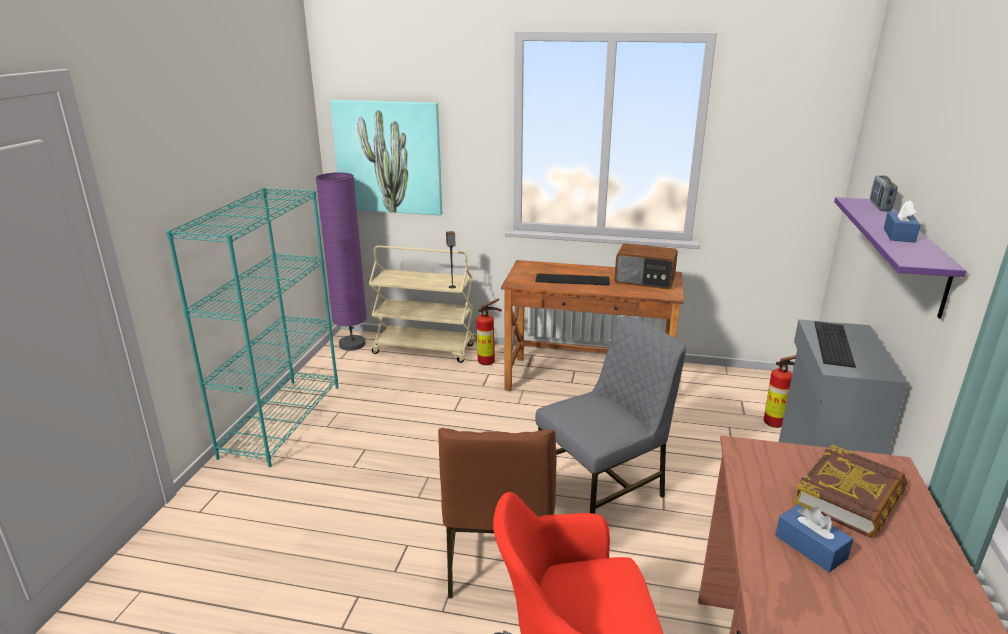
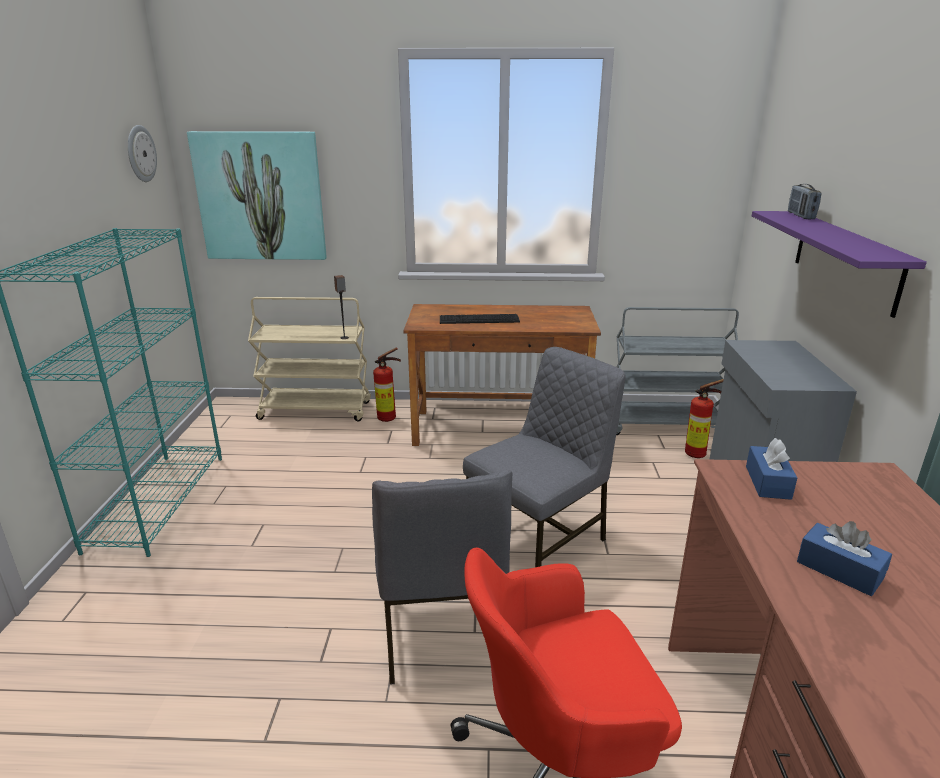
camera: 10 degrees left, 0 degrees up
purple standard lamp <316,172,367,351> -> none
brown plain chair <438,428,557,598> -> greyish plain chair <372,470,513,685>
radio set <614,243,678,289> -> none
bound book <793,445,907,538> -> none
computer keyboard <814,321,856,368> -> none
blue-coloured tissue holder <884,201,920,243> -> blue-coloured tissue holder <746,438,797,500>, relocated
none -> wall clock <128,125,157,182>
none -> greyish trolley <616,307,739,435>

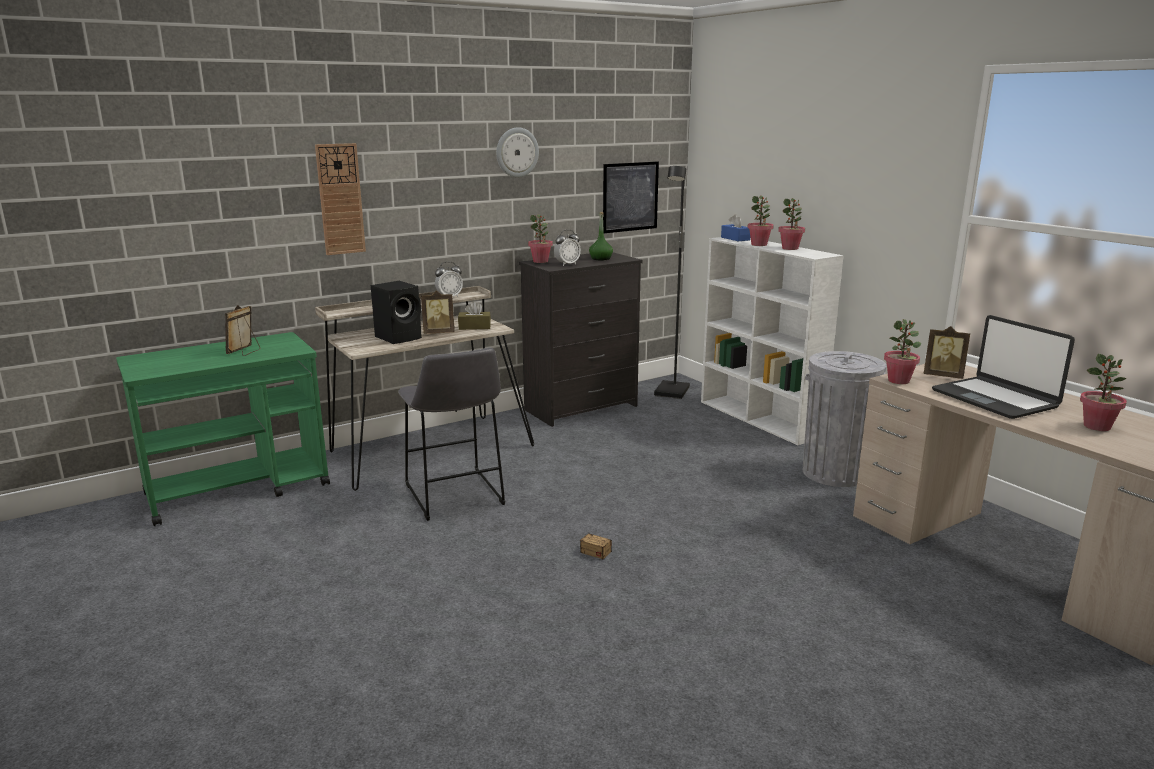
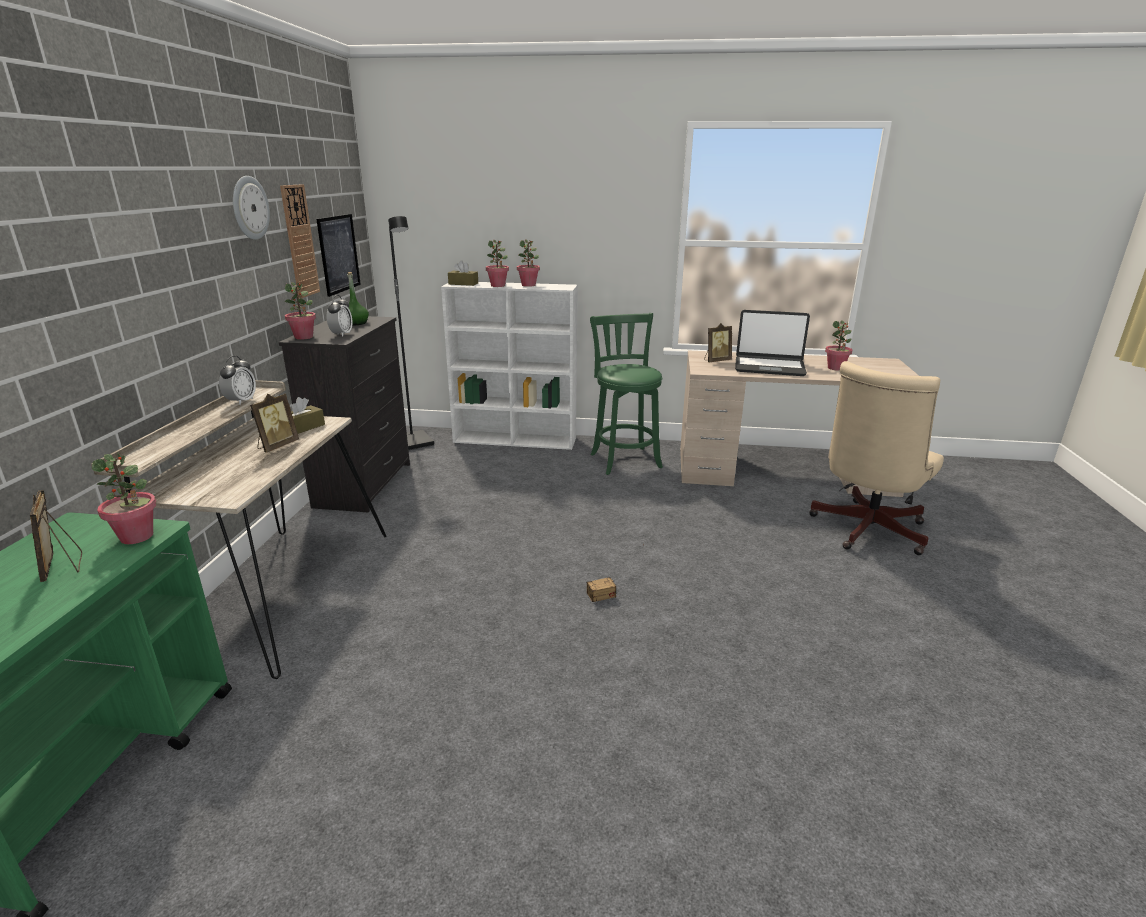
camera: 50 degrees left, 5 degrees up
wall clock <315,143,366,255> -> wall clock <280,184,320,298>, relocated
black-coloured speaker <371,281,422,344> -> none
greyish stool <398,348,506,521> -> none
blue-coloured tissue holder <721,214,750,241> -> brown tissue holder <448,260,478,286>
greyish waste bin <803,351,886,487> -> greenish stool <590,313,663,475>
plant in a pot <884,319,921,384> -> plant in a pot <92,452,157,544>, relocated
none -> beige-coloured computer chair <809,361,944,555>

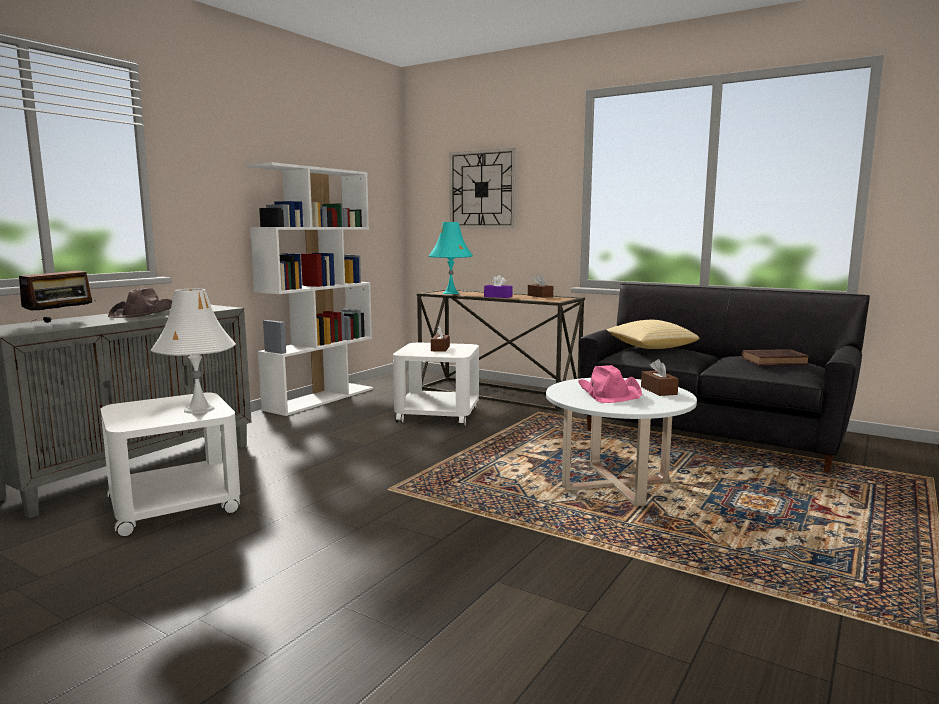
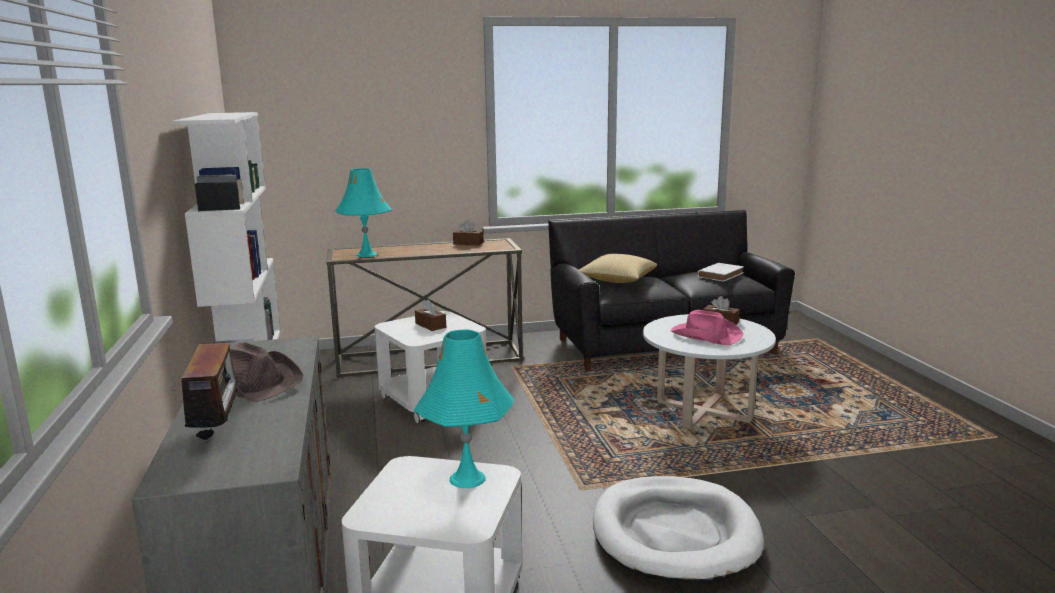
camera: 45 degrees left, 5 degrees up
white tabletop lamp <150,288,236,414> -> blue-green tabletop lamp <414,330,514,488>
wall clock <449,148,516,228> -> none
purple tissue holder <484,275,513,298> -> none
brown bound book <742,349,810,365> -> white bound book <697,263,744,282>
none -> white dog bed <593,476,764,584>

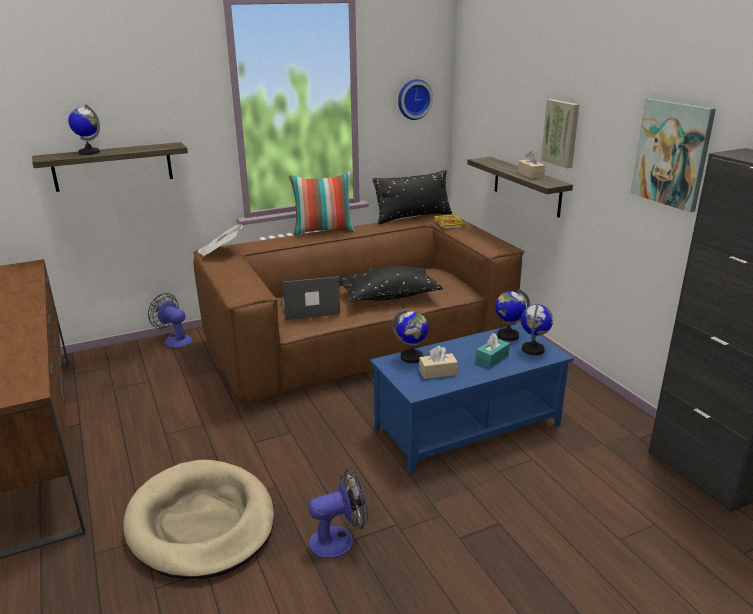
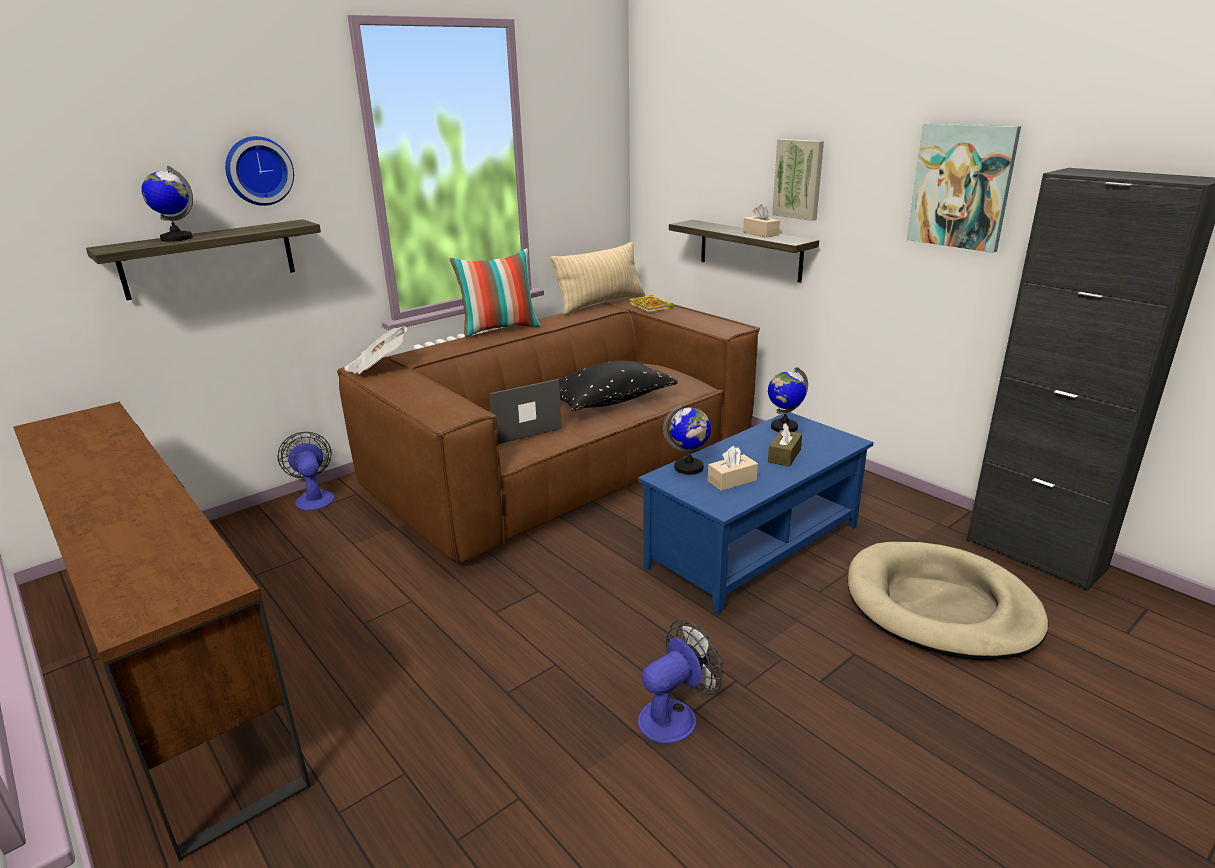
camera: 15 degrees left, 0 degrees up
beige-coloured dog bed <123,460,275,579> -> beige-coloured dog bed <848,542,1049,660>, relocated
cooling fan <148,293,192,348> -> cooling fan <277,432,334,510>, 45 degrees clockwise
black-coloured pillow <373,170,452,224> -> beige-coloured pillow <550,242,645,315>
wall clock <398,79,433,120> -> wall clock <225,136,294,206>, relocated
blue-green tissue holder <476,333,510,368> -> brown tissue holder <768,423,802,467>
globe <521,304,553,355> -> none

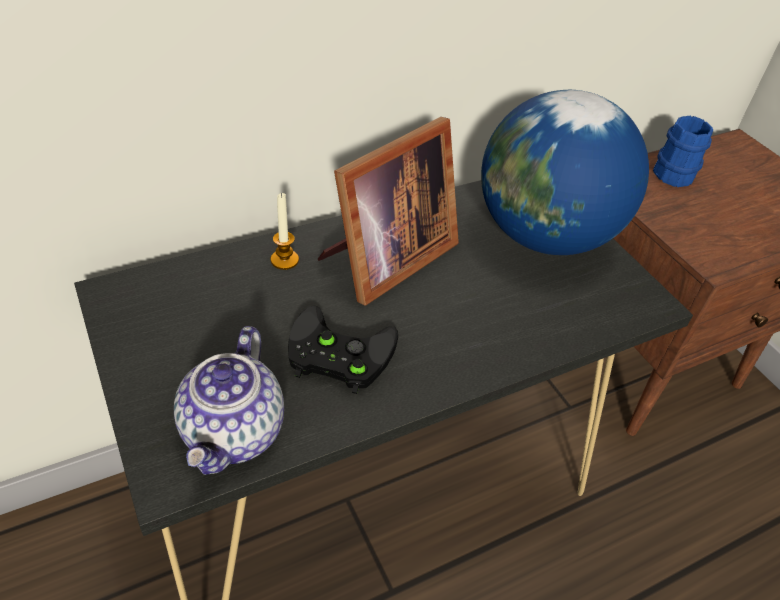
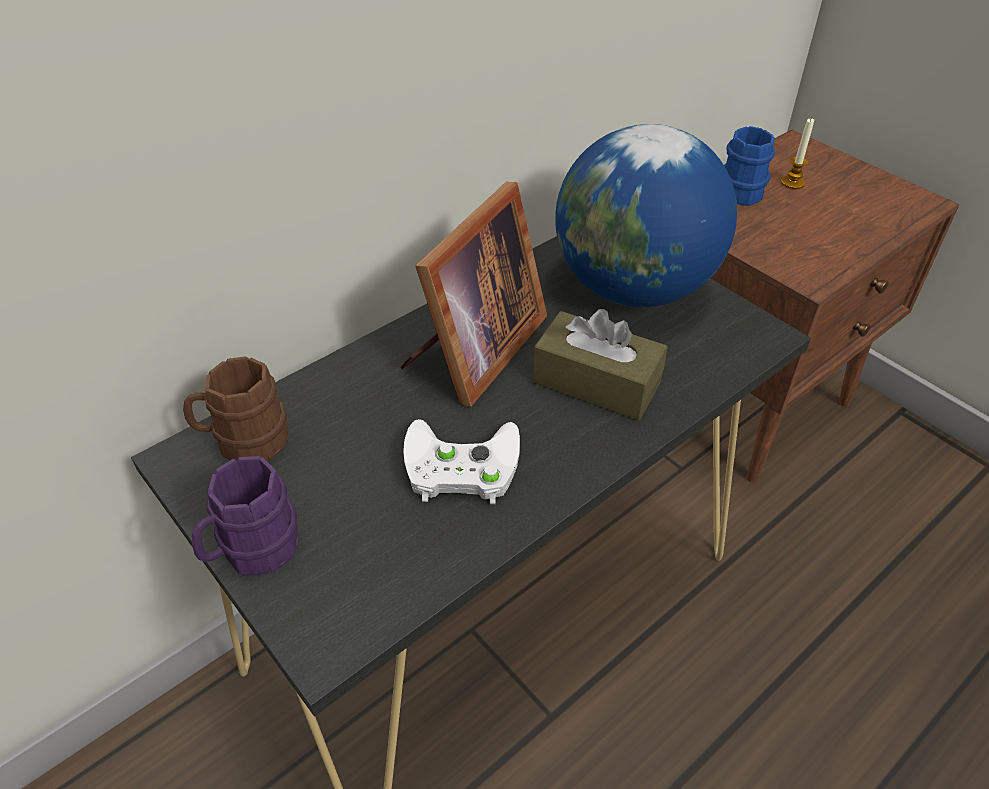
camera: 10 degrees left, 0 degrees up
tea pot <174,326,284,475> -> none
wax light <271,193,299,270> -> wax light <781,117,814,189>, relocated
black-coloured gamepad <288,306,398,394> -> white gamepad <403,419,520,504>
none -> brown mug <183,356,288,461>
none -> purple mug <192,456,298,576>
none -> brown tissue holder <533,309,668,420>

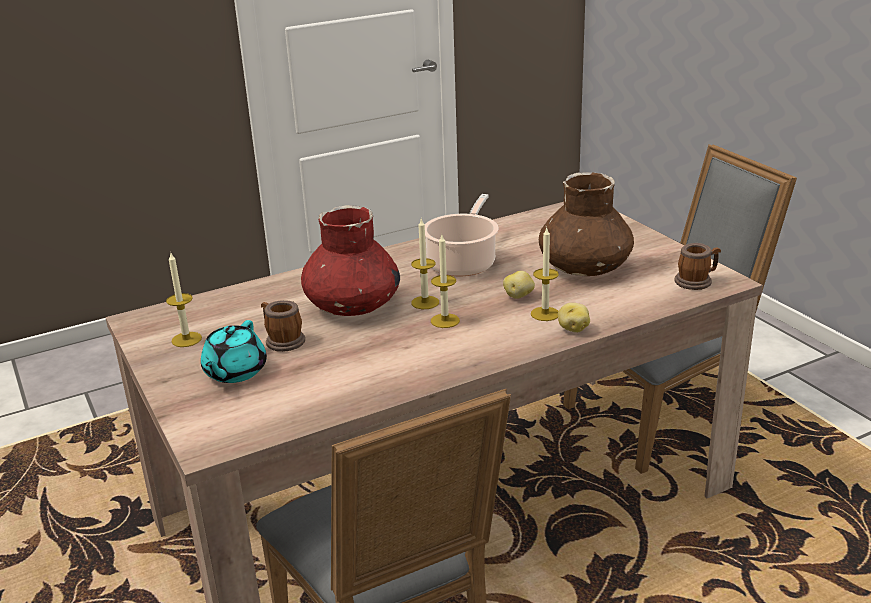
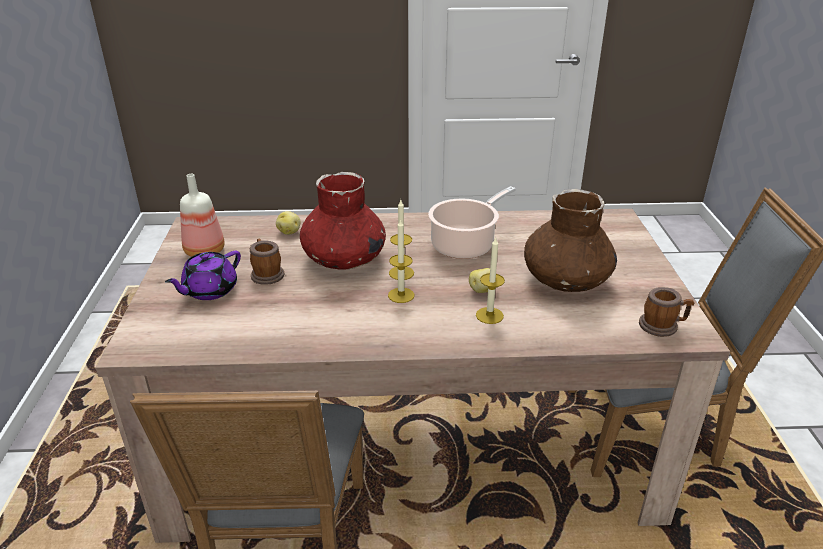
camera: 25 degrees right, 5 degrees up
wax light <166,253,202,347> -> beverage bottle <180,174,225,257>
blue-green tea pot <201,320,267,383> -> purple tea pot <165,251,241,300>
whole potato <558,303,590,333> -> whole potato <276,211,301,235>, relocated

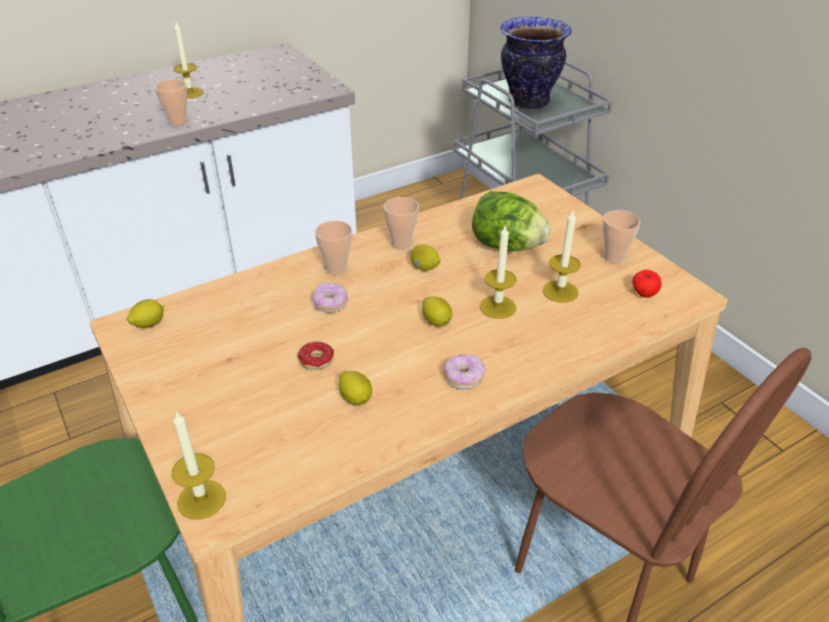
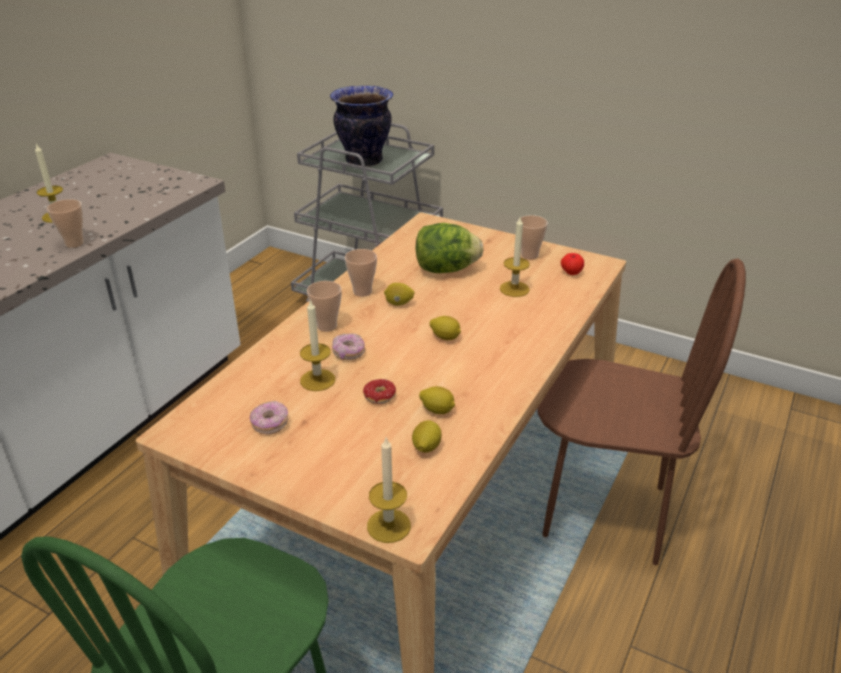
camera: 30 degrees left, 5 degrees down
citrus fruit <127,299,164,328> -> citrus fruit <412,420,441,452>, relocated
doughnut <444,354,485,390> -> doughnut <250,401,288,435>, relocated
wax light <480,224,516,319> -> wax light <300,299,335,391>, relocated

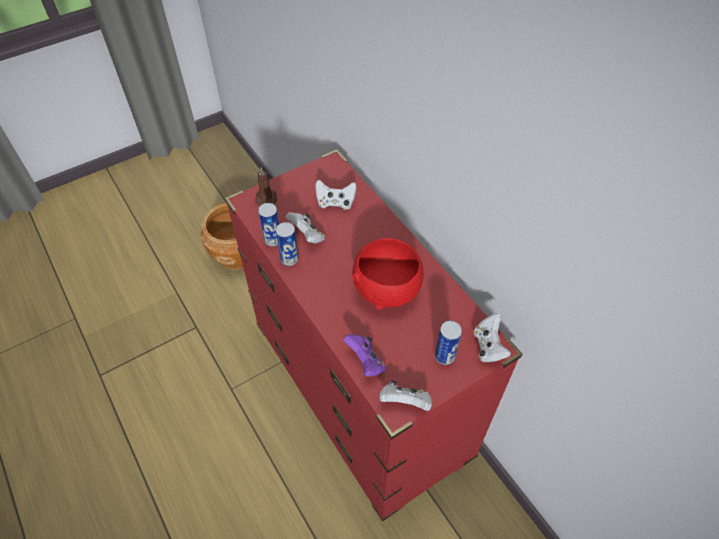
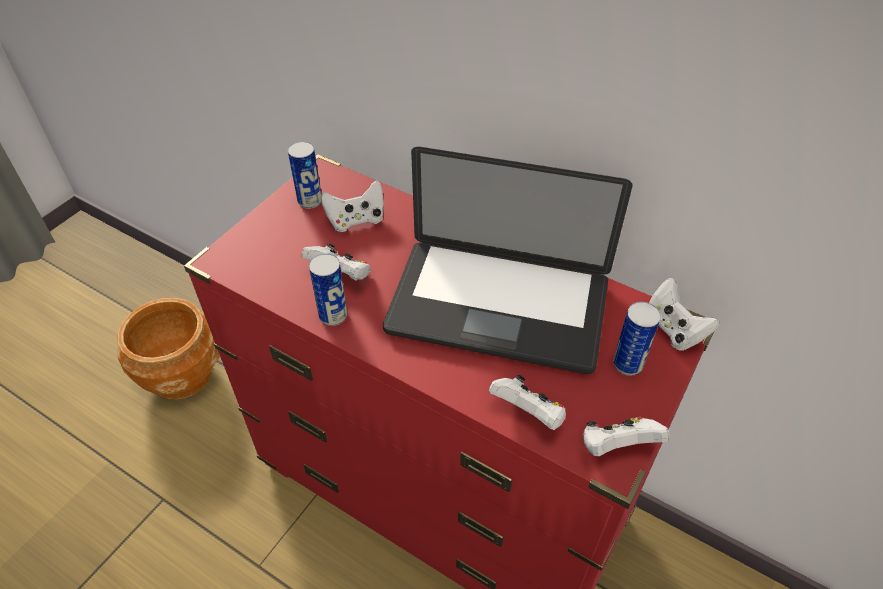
camera: 25 degrees left, 5 degrees down
brown wax light <255,168,277,206> -> none
can <258,203,279,247> -> can <288,141,322,209>, relocated
purple gamepad <343,334,386,377> -> white gamepad <489,375,566,430>
reddish bowl <352,238,424,310> -> notebook computer <383,147,632,374>

